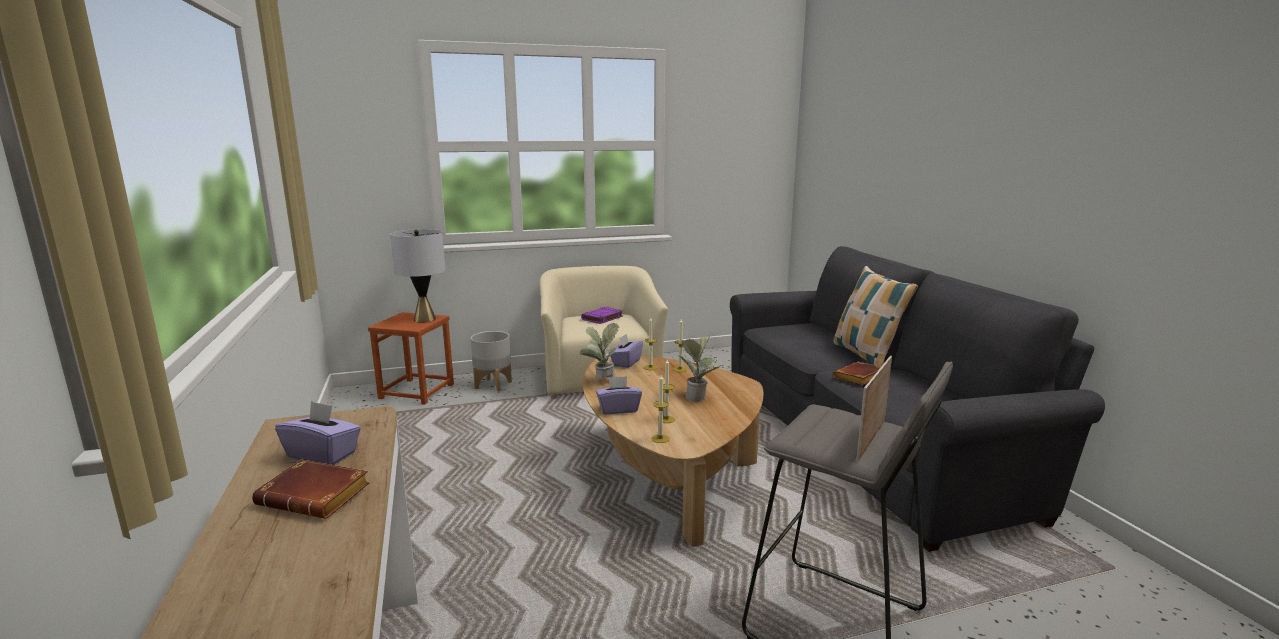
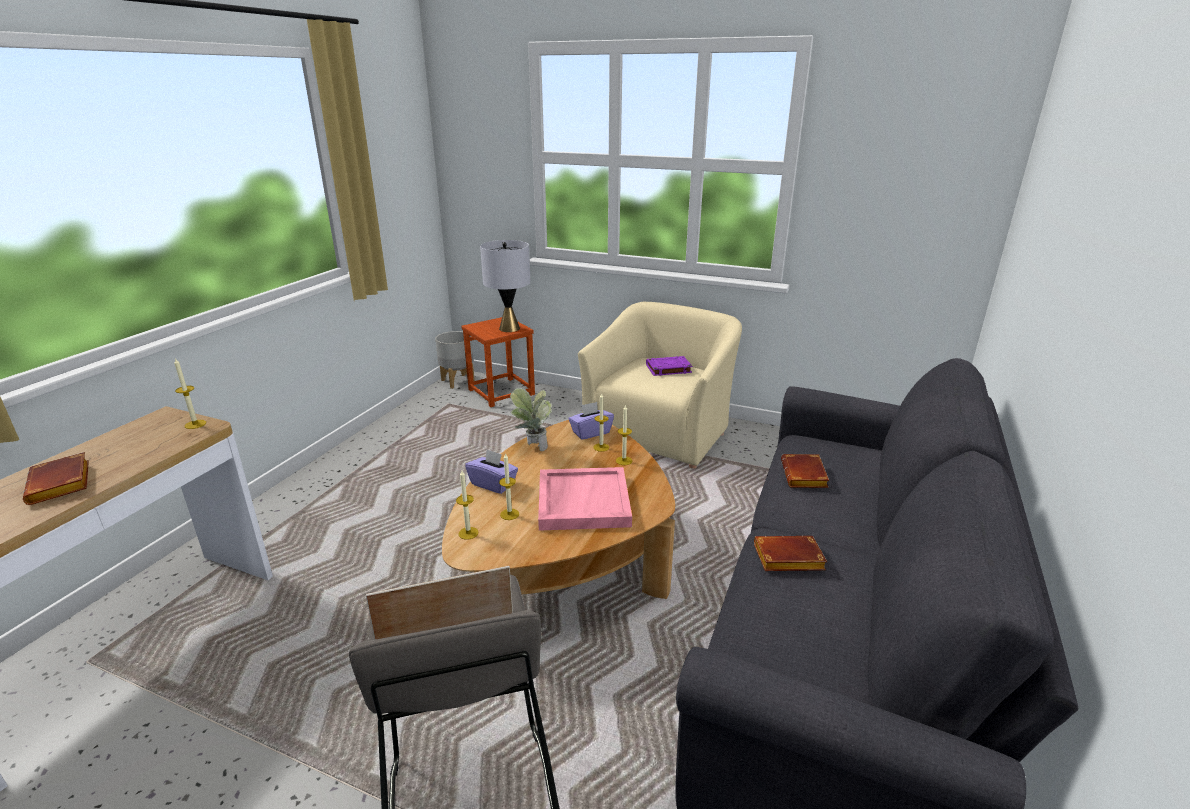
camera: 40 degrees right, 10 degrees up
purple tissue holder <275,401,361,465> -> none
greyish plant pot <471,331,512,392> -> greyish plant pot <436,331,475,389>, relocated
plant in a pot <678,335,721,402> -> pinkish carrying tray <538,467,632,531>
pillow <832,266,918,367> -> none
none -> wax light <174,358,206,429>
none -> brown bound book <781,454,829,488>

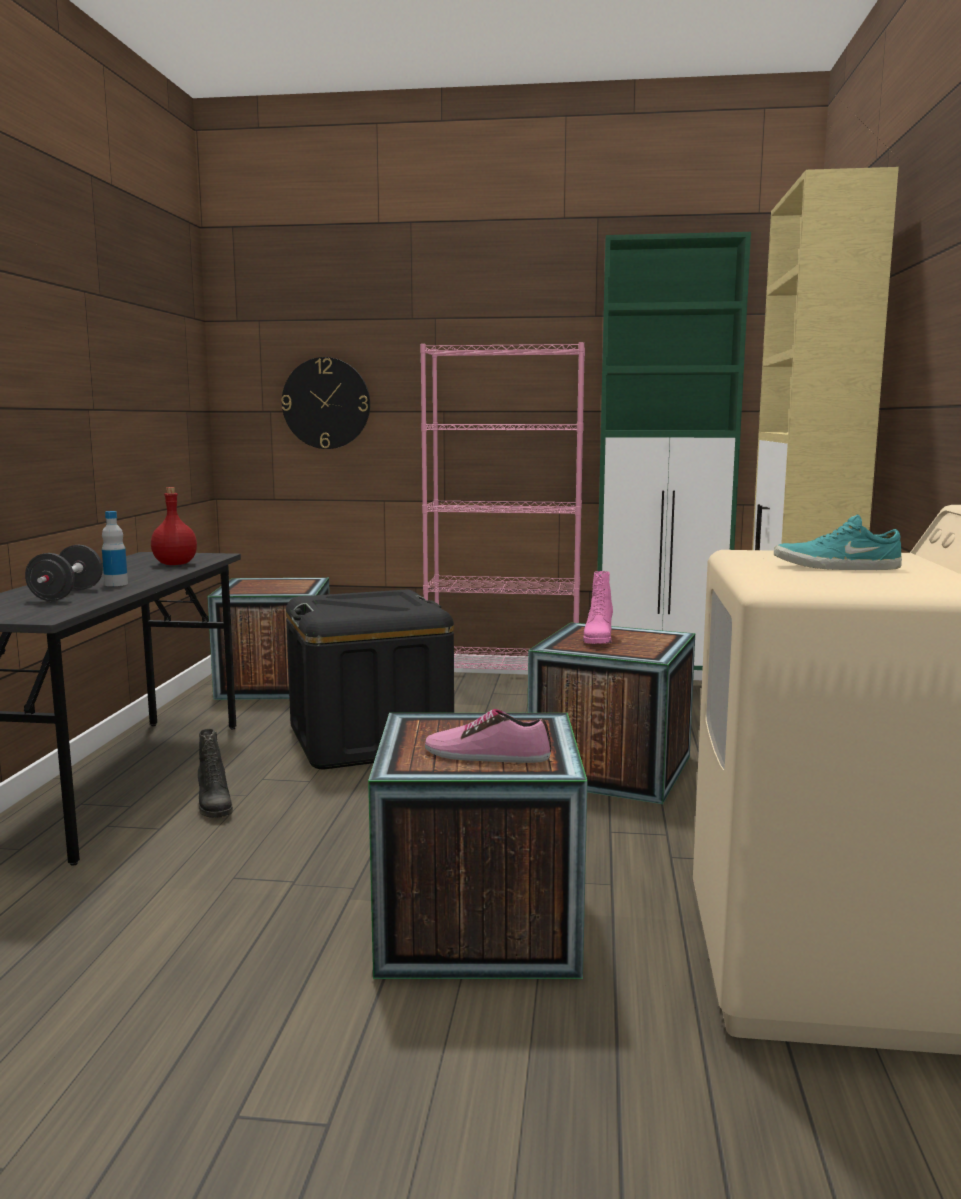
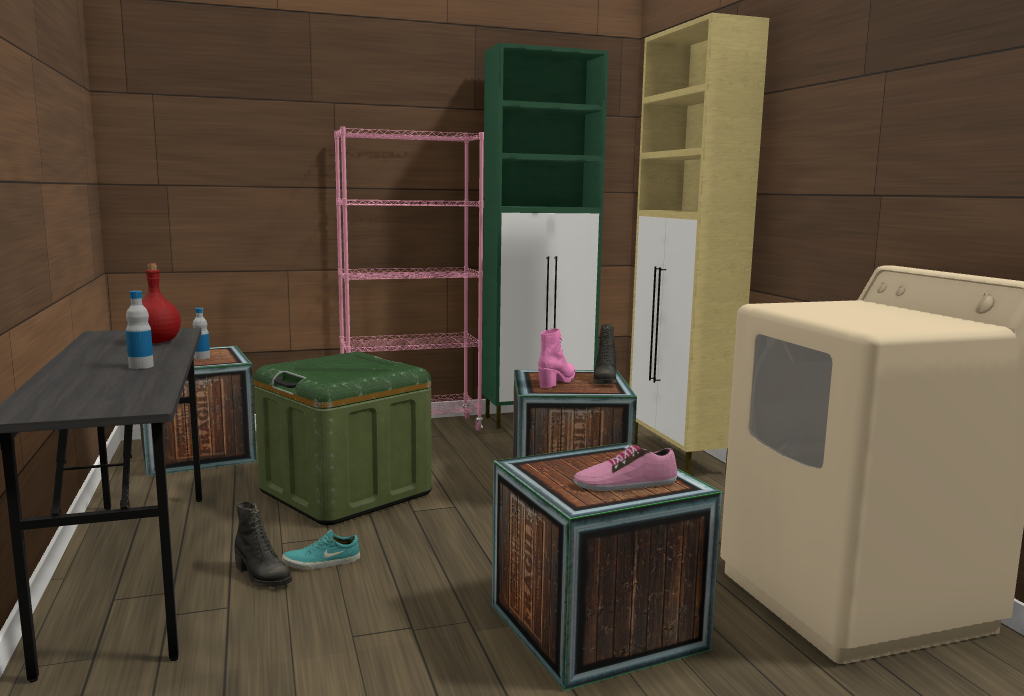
camera: 25 degrees left, 0 degrees up
black-coloured dumbbell <25,545,103,601> -> none
wall clock <281,357,370,449> -> none
black-coloured storage container <286,589,454,769> -> greenish storage container <254,352,432,525>
pinkish boot <583,571,613,644> -> pinkish boot <538,328,575,388>, 135 degrees counterclockwise
blue-green shoe <774,515,902,570> -> blue-green shoe <282,529,360,569>, relocated
none -> beverage bottle <193,308,210,359>
none -> black-coloured boot <593,324,617,384>

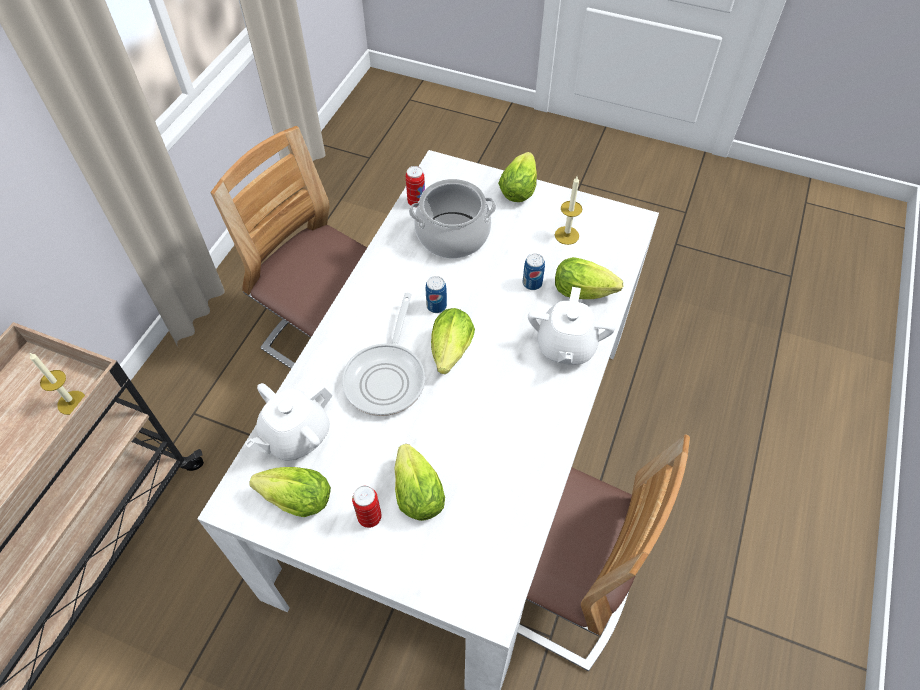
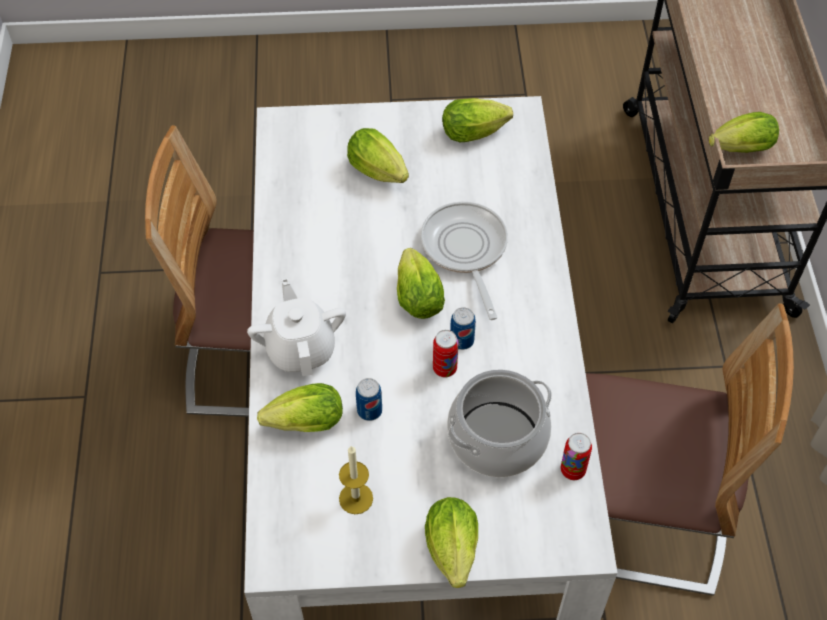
camera: 155 degrees right, 0 degrees up
wax light <29,352,85,415> -> lettuce head <709,112,779,153>
white tea pot <245,382,333,461> -> none
can <352,486,382,528> -> can <433,330,458,378>, relocated

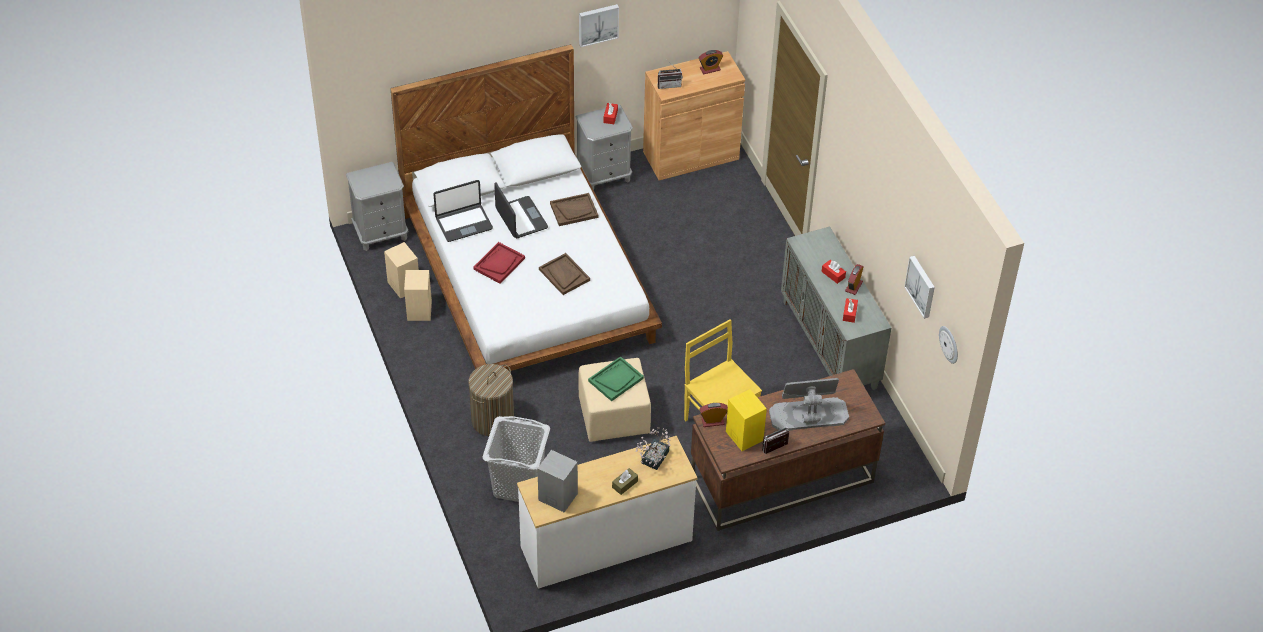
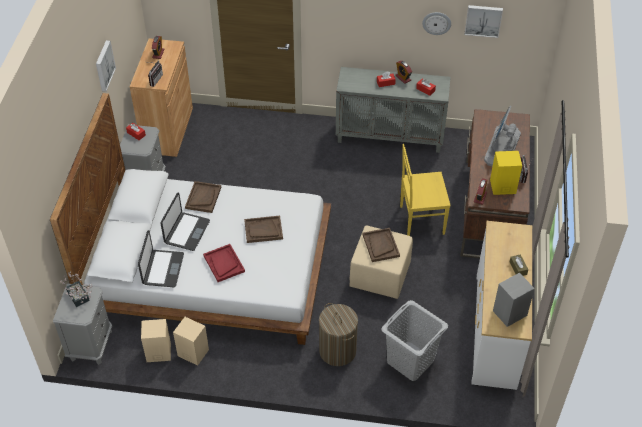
camera: 60 degrees left, 0 degrees up
notebook computer <494,182,548,238> -> notebook computer <160,192,210,251>, 105 degrees clockwise
greenish carrying tray <588,356,644,401> -> brown carrying tray <363,228,400,262>
plant in a pot <635,427,670,470> -> plant in a pot <60,272,92,307>, relocated
wall clock <939,326,958,364> -> wall clock <422,12,451,35>, relocated

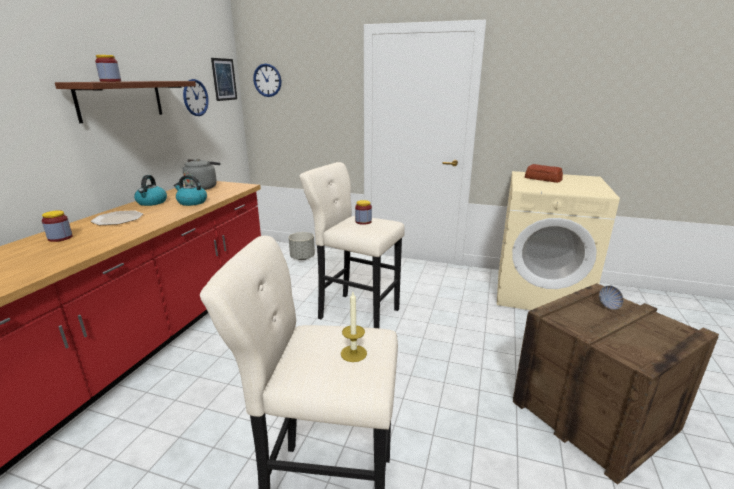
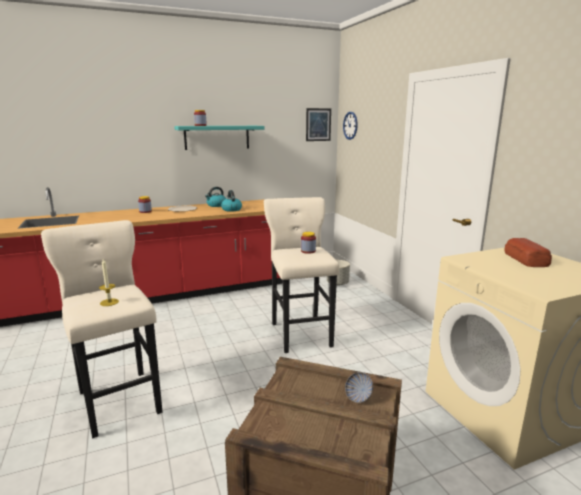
camera: 50 degrees right, 5 degrees down
brown wall shelf <55,81,196,123> -> blue-green wall shelf <174,126,264,150>
greyish tea kettle <182,159,221,190> -> none
wall clock <183,79,209,116> -> none

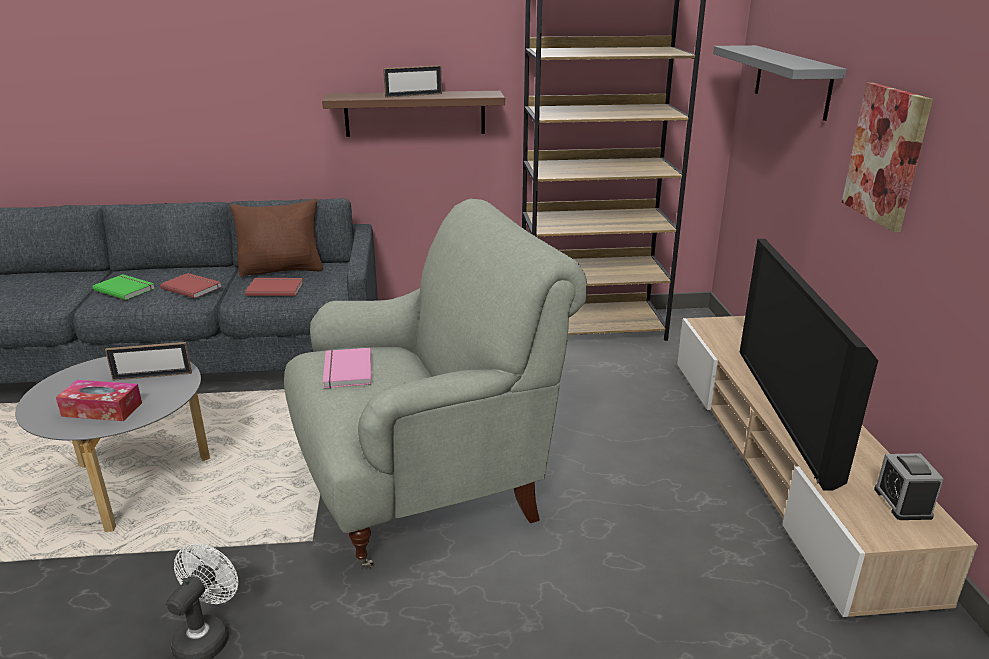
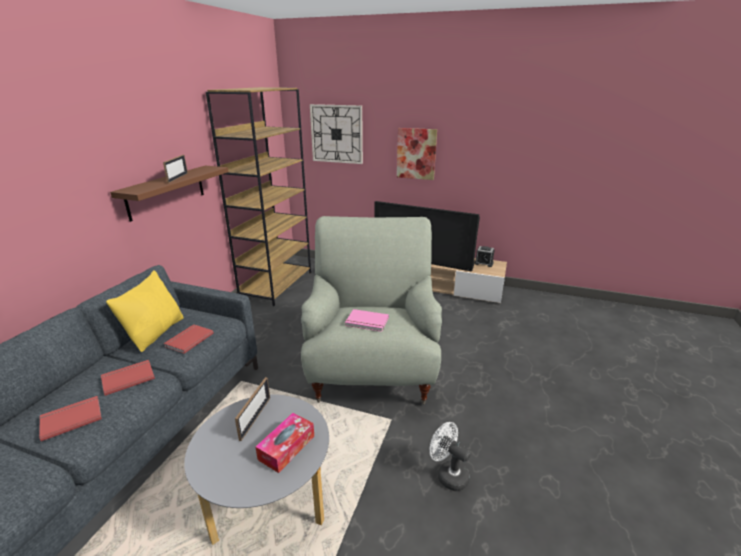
camera: 65 degrees left, 0 degrees up
greenish bound book <93,274,155,300> -> reddish bound book <39,396,102,442>
brown pillow <230,198,323,276> -> yellowish pillow <106,270,184,352>
greyish wall shelf <713,45,847,121> -> wall clock <310,104,363,164>

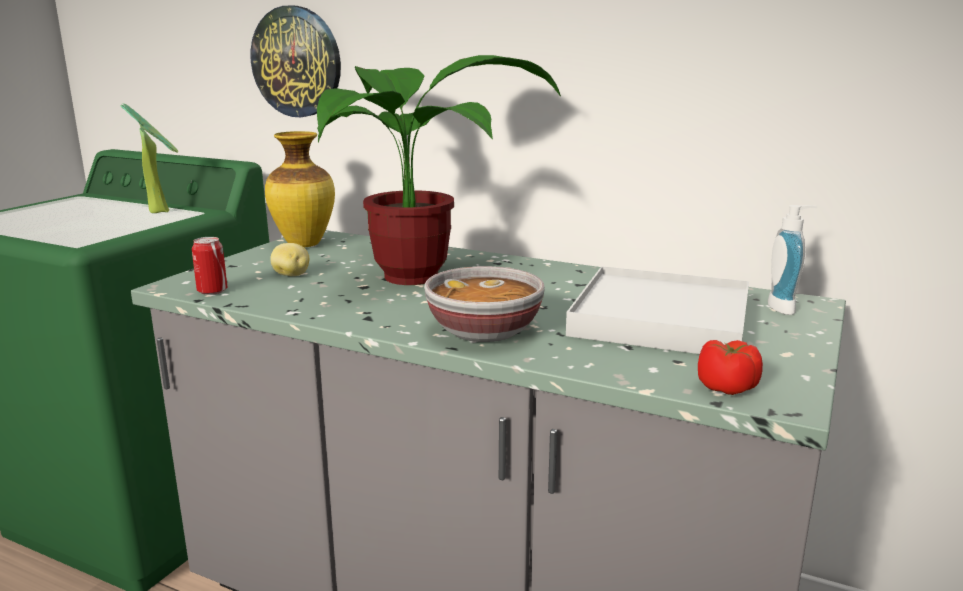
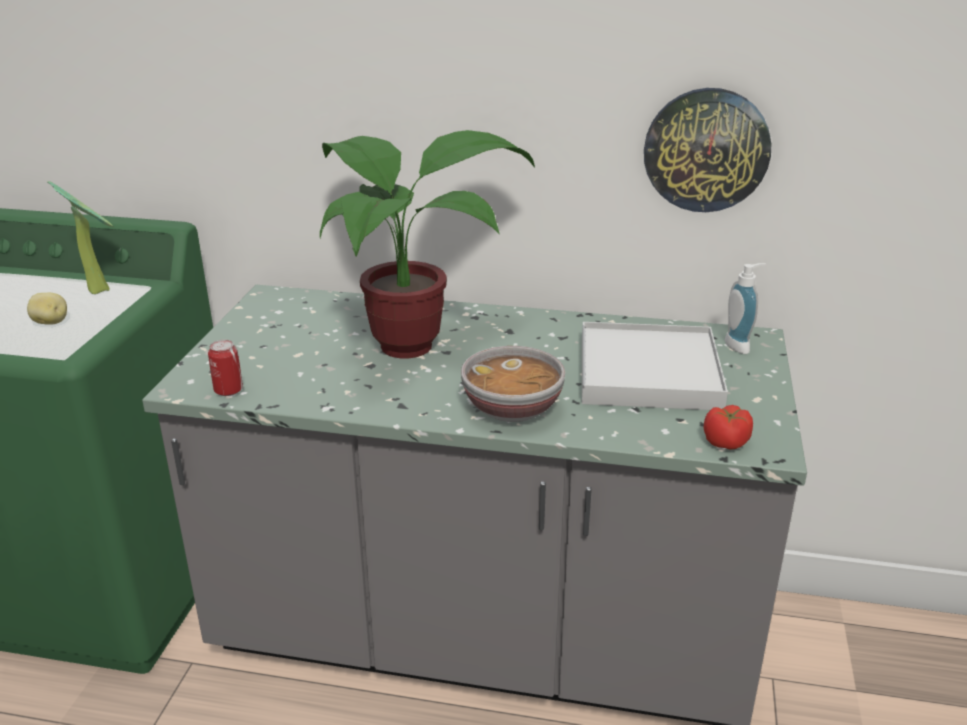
camera: 15 degrees left, 10 degrees up
wall clock <250,6,341,117> -> wall clock <644,88,771,212>, relocated
decorative vase <265,131,335,247> -> none
whole potato <270,243,309,276> -> whole potato <27,293,67,325>, relocated

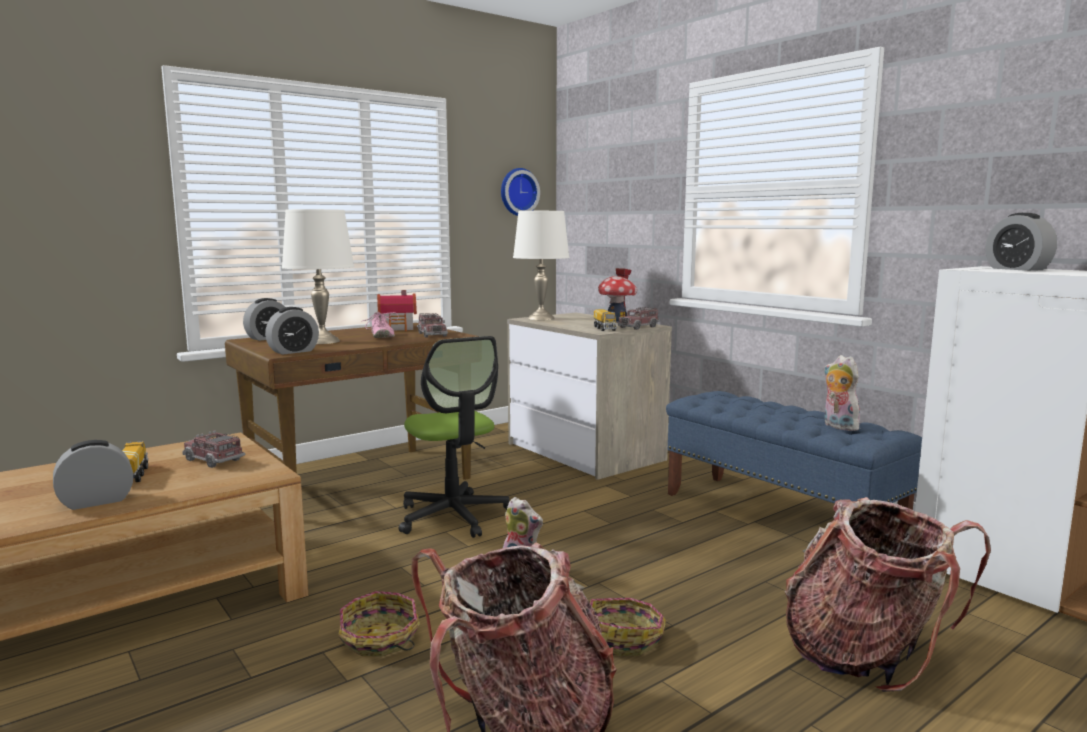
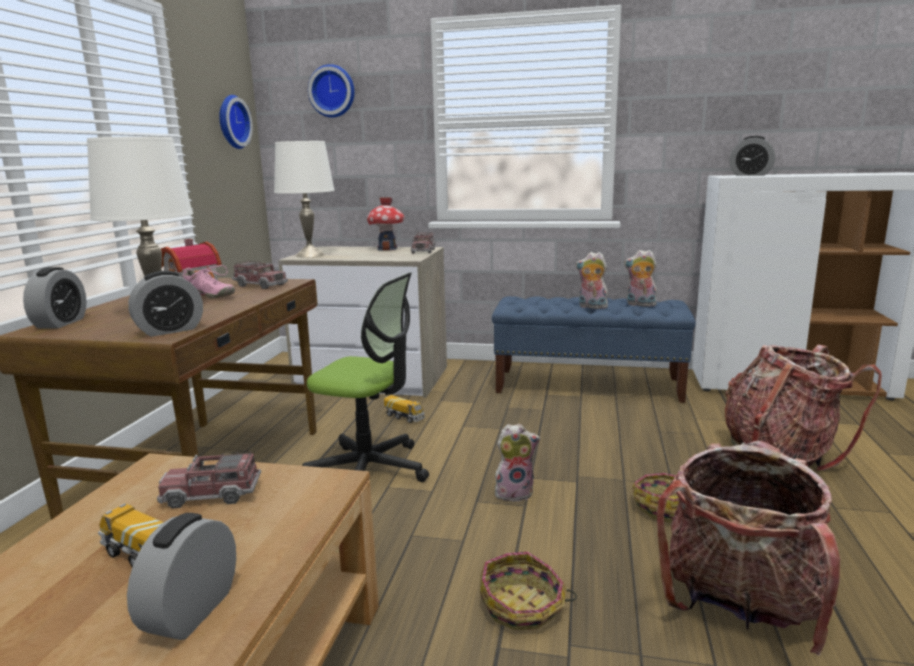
camera: 40 degrees left, 5 degrees up
alarm clock <265,307,319,355> -> alarm clock <128,271,203,337>, 45 degrees clockwise
toy lorry <594,309,617,331> -> toy lorry <384,395,425,423>, relocated
none -> wall clock <308,64,355,117>
none -> plush toy <576,252,608,309>

